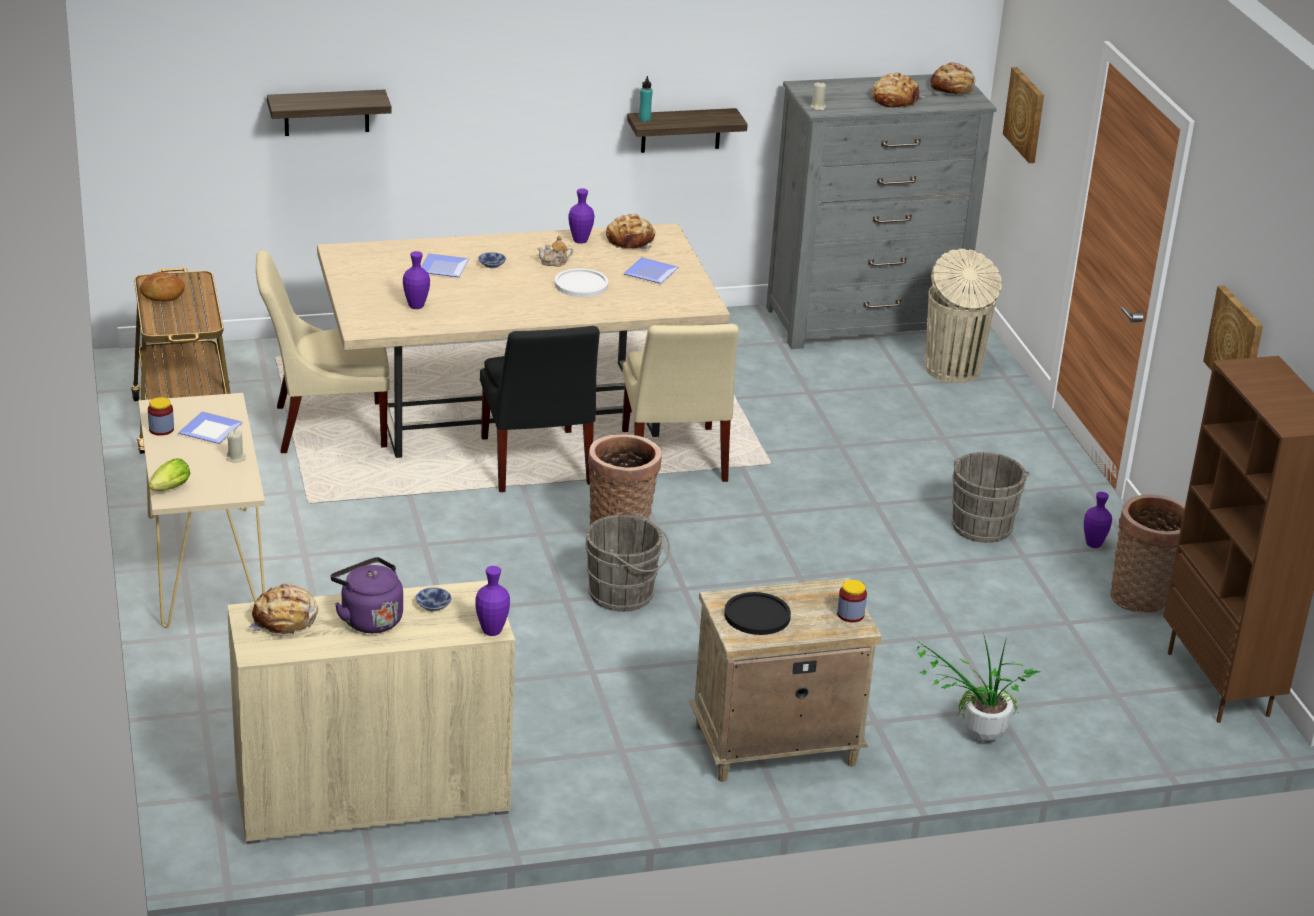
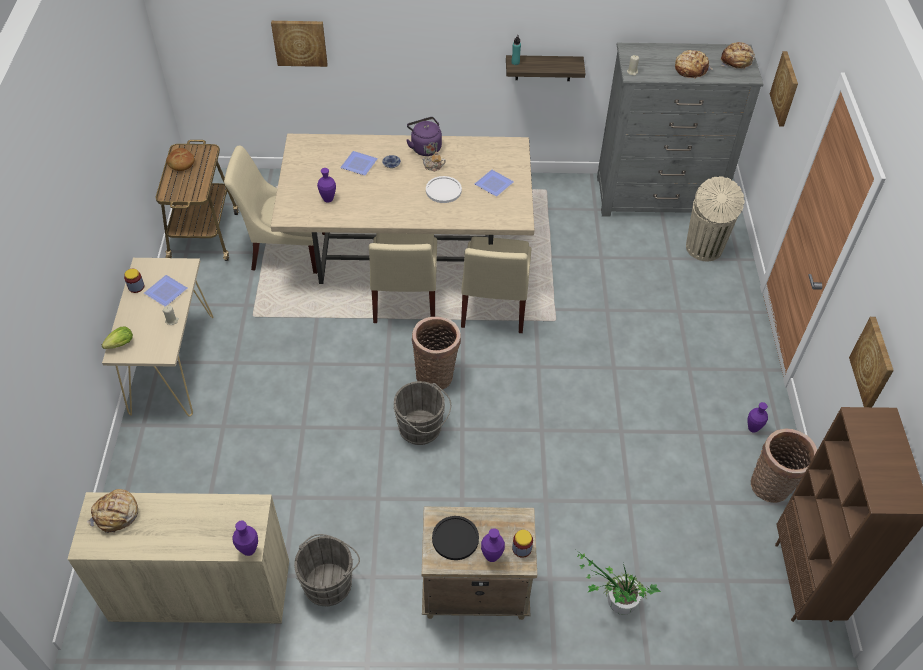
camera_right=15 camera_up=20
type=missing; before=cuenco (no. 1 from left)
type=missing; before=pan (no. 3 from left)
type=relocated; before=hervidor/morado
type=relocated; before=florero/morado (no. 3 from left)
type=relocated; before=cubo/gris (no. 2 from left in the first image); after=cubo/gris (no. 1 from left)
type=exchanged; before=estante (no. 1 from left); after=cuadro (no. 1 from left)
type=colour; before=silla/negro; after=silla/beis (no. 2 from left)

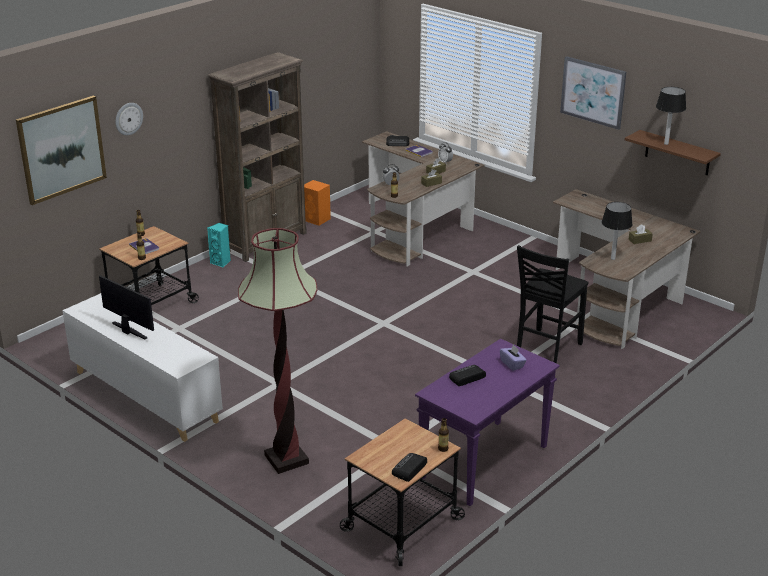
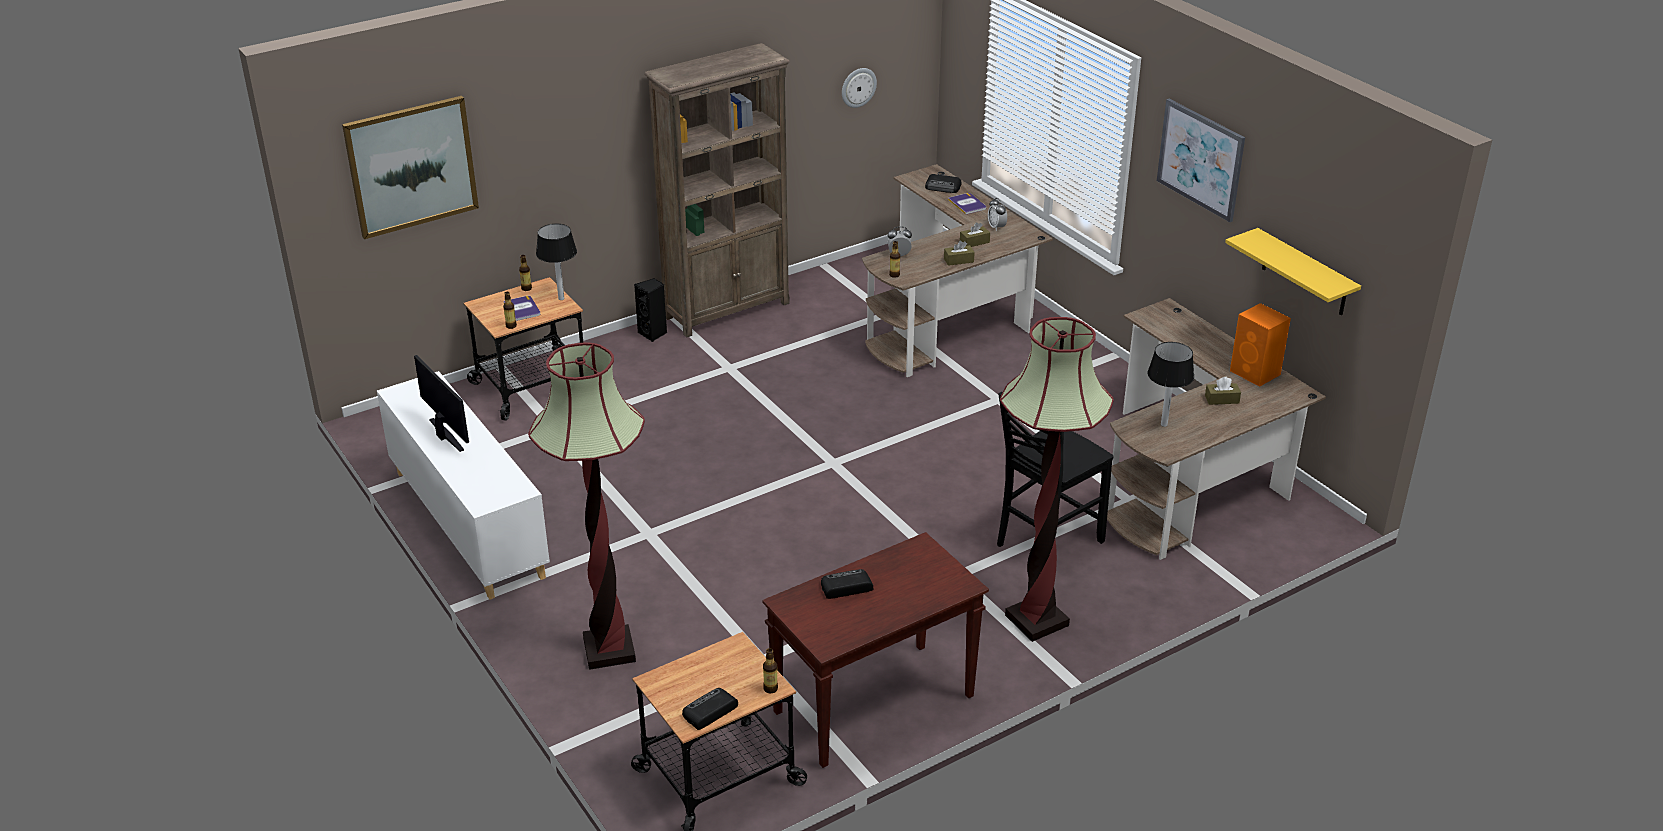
camera_right=15 camera_up=5
type=missing; before=caja de pañuelos/morado
type=appeared; after=lámpara de pie (no. 2 from left)
type=relocated; before=reloj de pared
type=relocated; before=altavoz/naranja
type=relocated; before=lámpara de mesa (no. 2 from left in the first image); after=lámpara de mesa (no. 1 from left)
type=colour; before=altavoz/turquesa; after=altavoz/negro
type=colour; before=mesa consola/morado; after=mesa consola/marrón
type=colour; before=estante/marrón; after=estante/amarillo

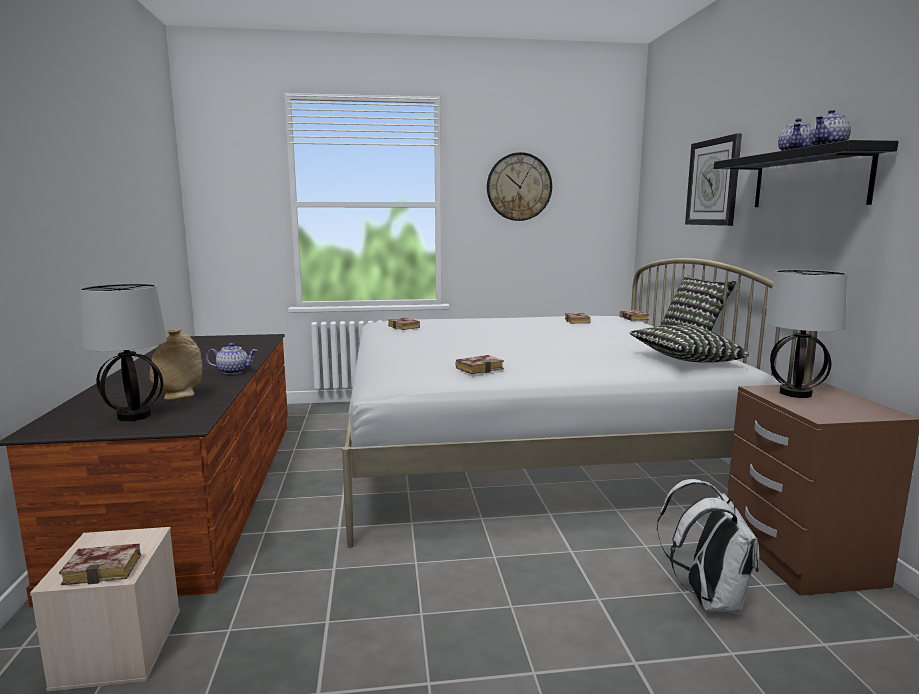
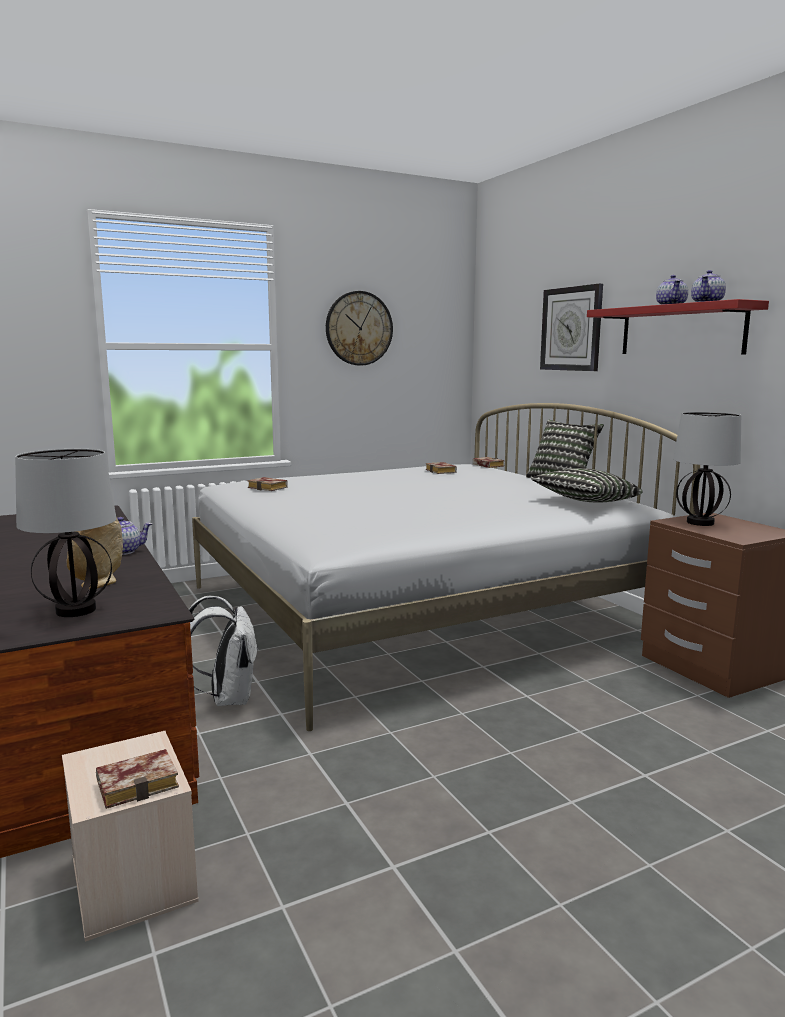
camera_right=-20 camera_up=0
type=missing; before=libro (no. 3 from left)
type=relocated; before=mochila/blanco
type=colour; before=estante/negro; after=estante/rojo

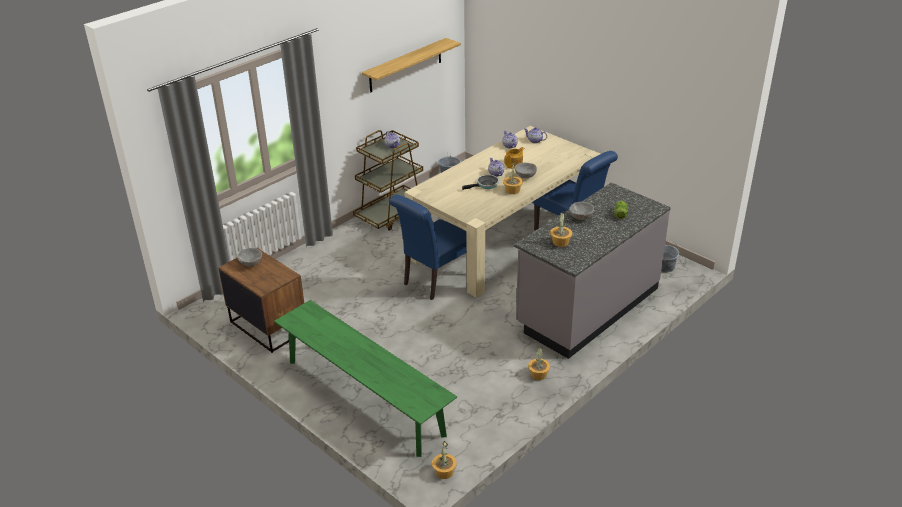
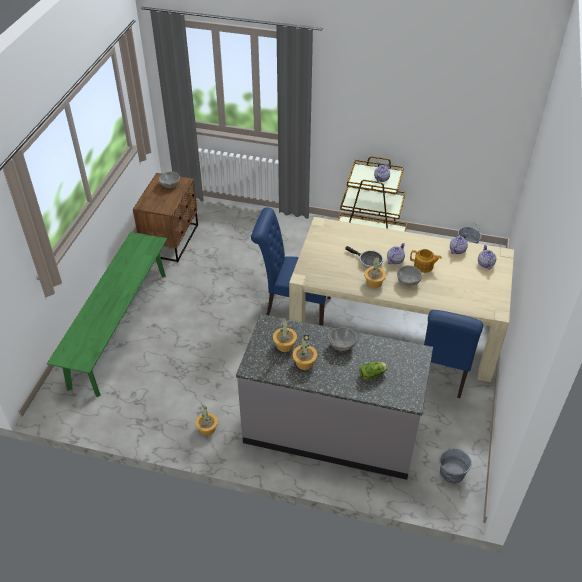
camera_right=60 camera_up=10
type=missing; before=estante
type=relocated; before=planta en maceta (no. 1 from left in the first image); after=planta en maceta (no. 3 from left)

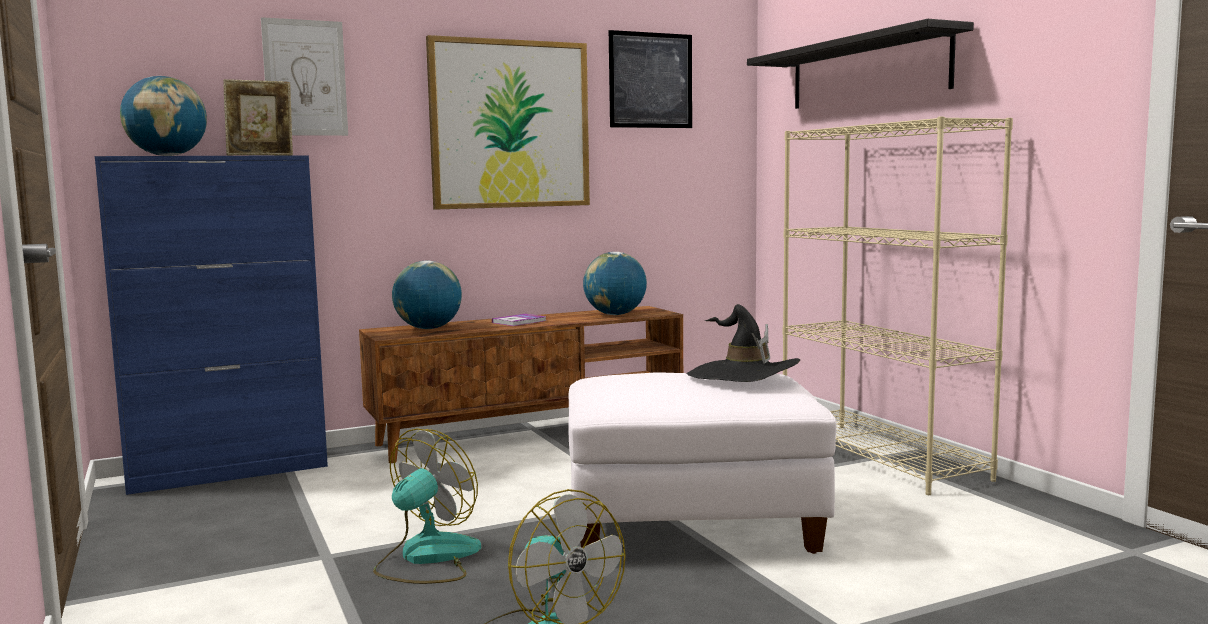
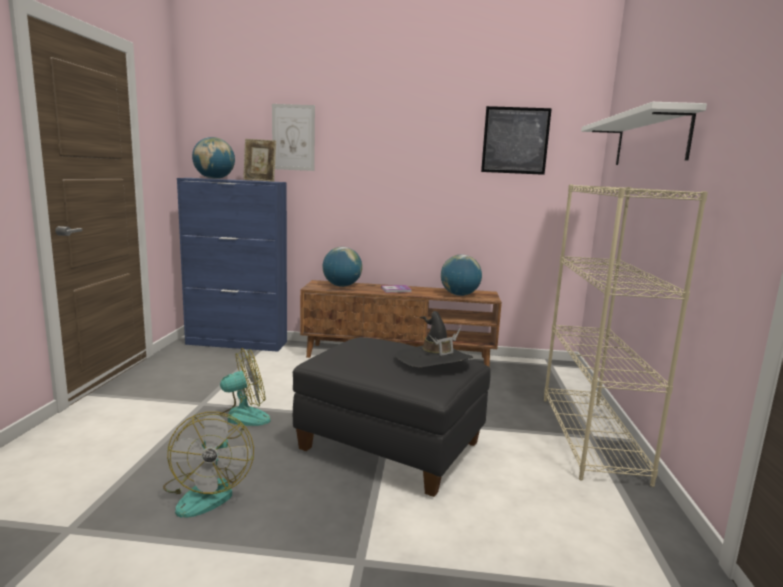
camera_right=30 camera_up=5
type=missing; before=cuadro (no. 2 from left)
type=colour; before=puf/blanco; after=puf/negro
type=colour; before=estante/negro; after=estante/blanco

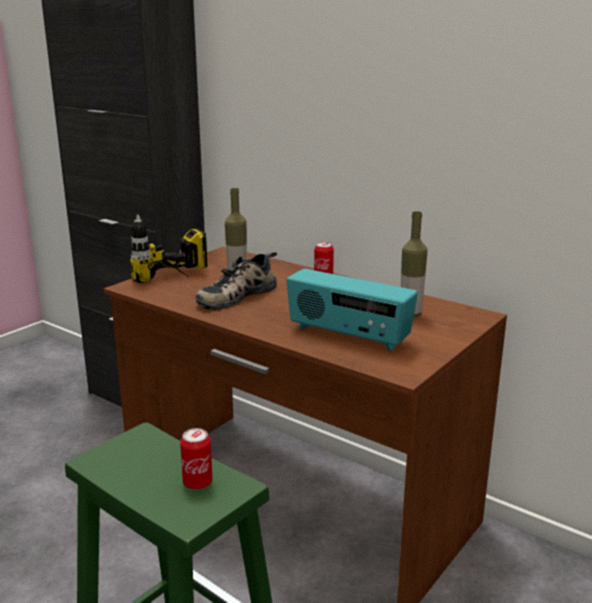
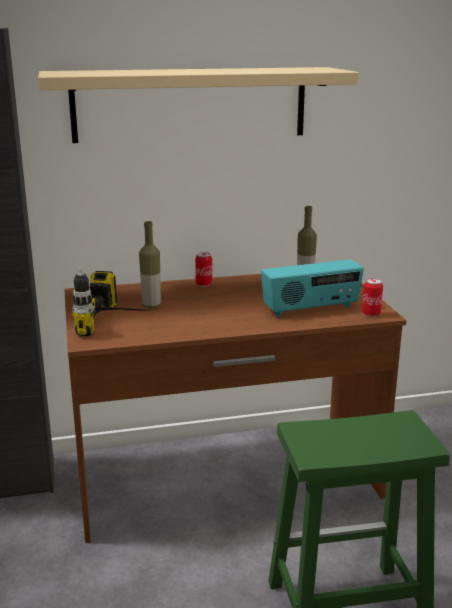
camera_right=-50 camera_up=0
type=missing; before=zapato
type=appeared; after=estante/beis
type=relocated; before=lata (no. 1 from left in the first image); after=lata (no. 2 from left)

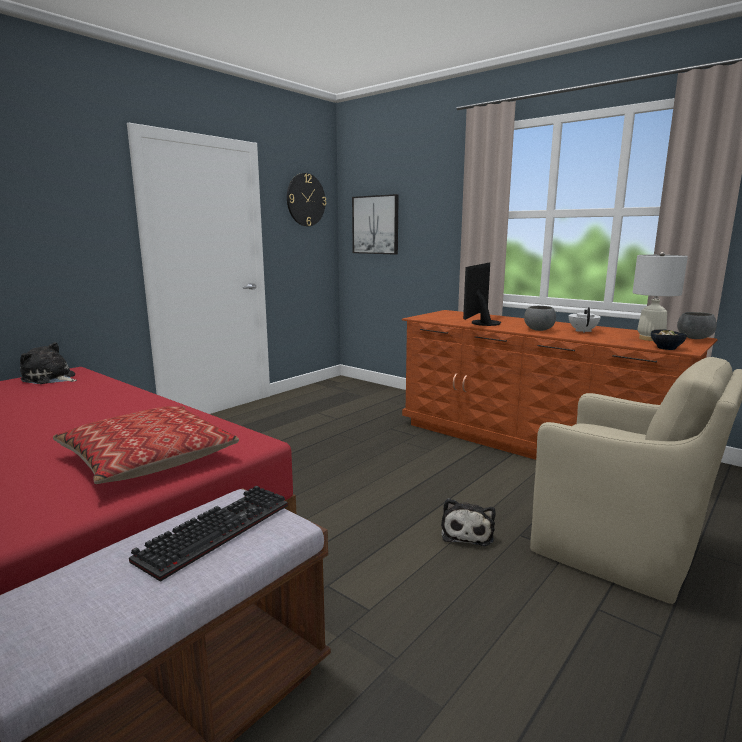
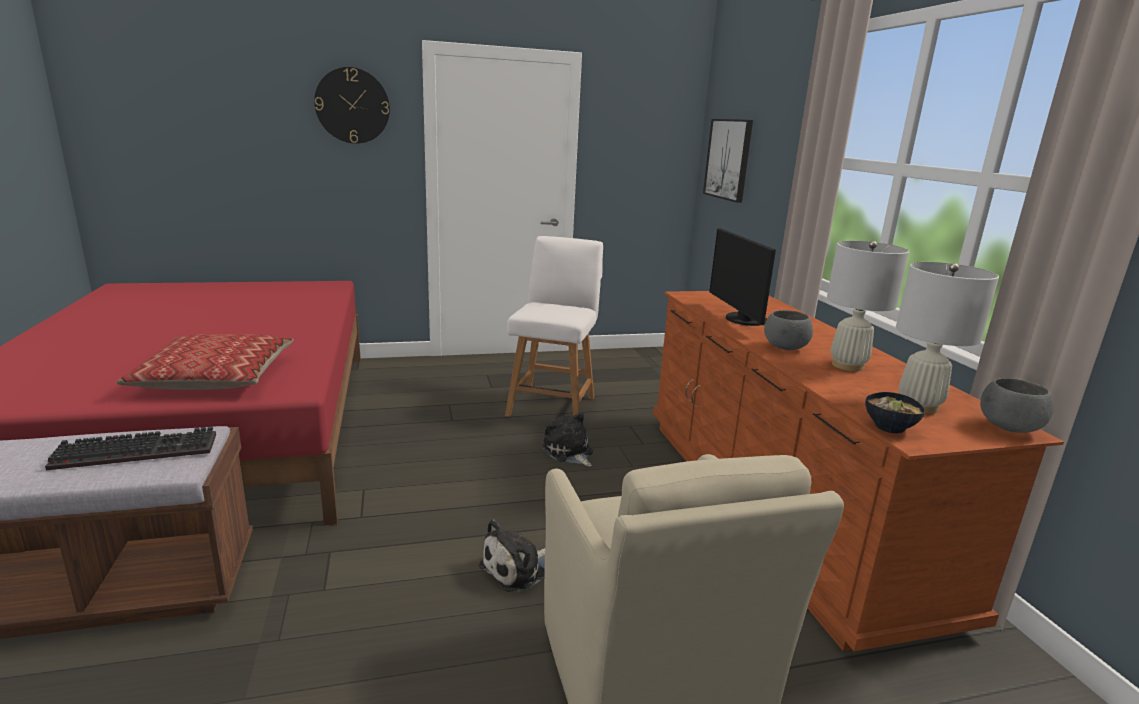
camera_right=35 camera_up=5
type=appeared; after=silla/blanco
type=relocated; before=peluche (no. 1 from left in the first image); after=peluche (no. 2 from left)
type=relocated; before=reloj de pared
type=exchanged; before=tetera/blanco; after=lámpara de mesa/blanco (no. 1 from left)
type=spun; before=monitor; turn=-75

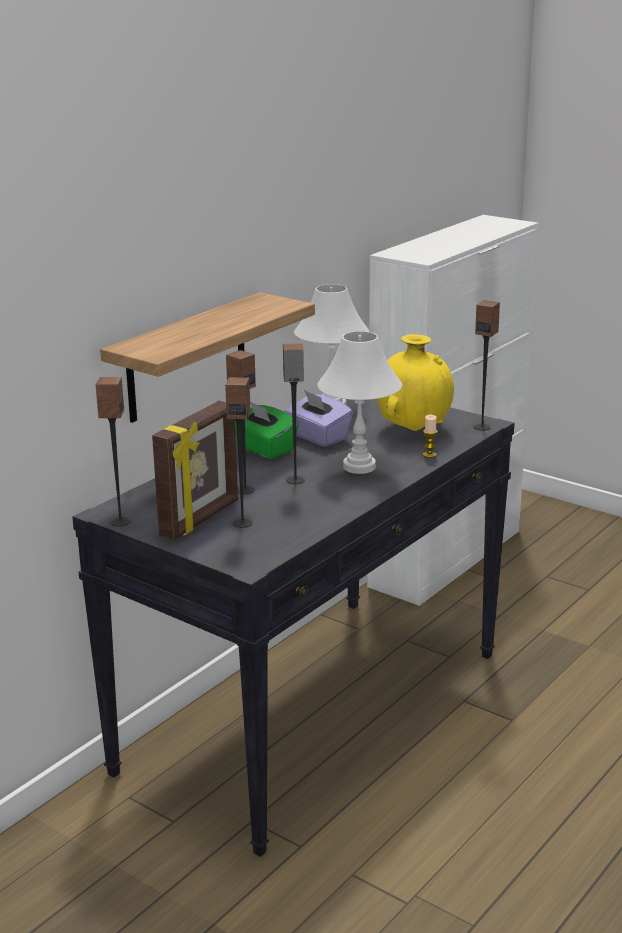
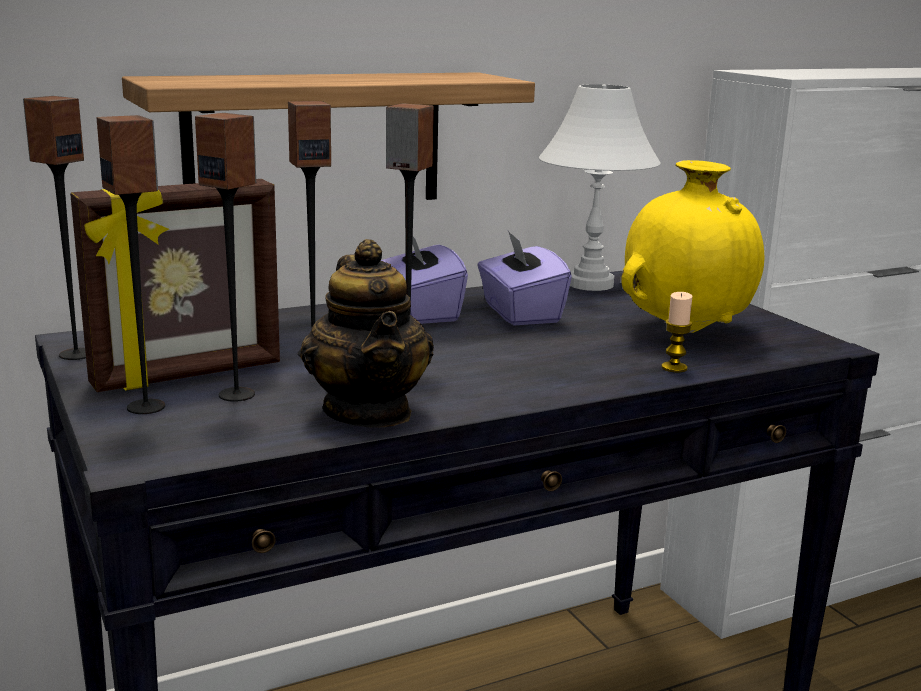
camera_right=25 camera_up=-5
type=missing; before=lámpara de mesa/blanco (no. 2 from left)
type=appeared; after=tetera
type=relocated; before=altavoz (no. 5 from left in the first image); after=altavoz (no. 2 from left)
type=colour; before=caja de pañuelos/verde; after=caja de pañuelos/morado (no. 1 from left)

